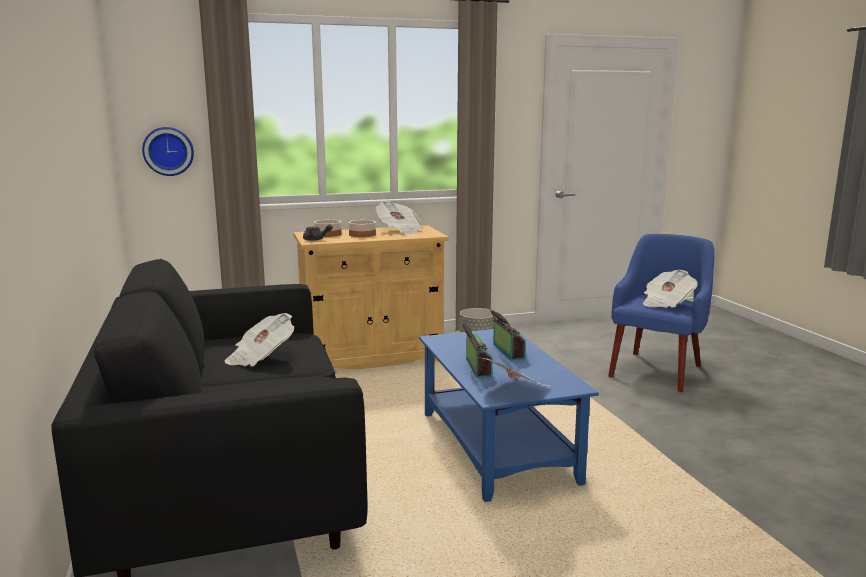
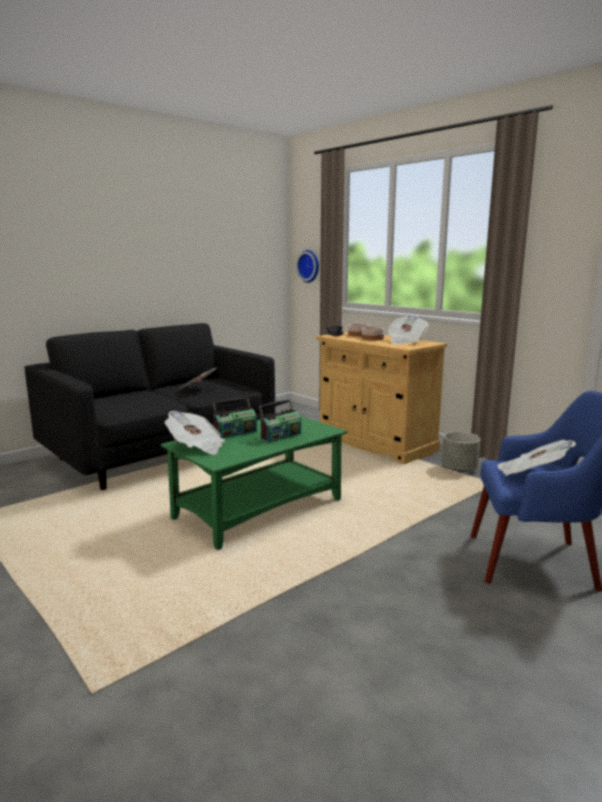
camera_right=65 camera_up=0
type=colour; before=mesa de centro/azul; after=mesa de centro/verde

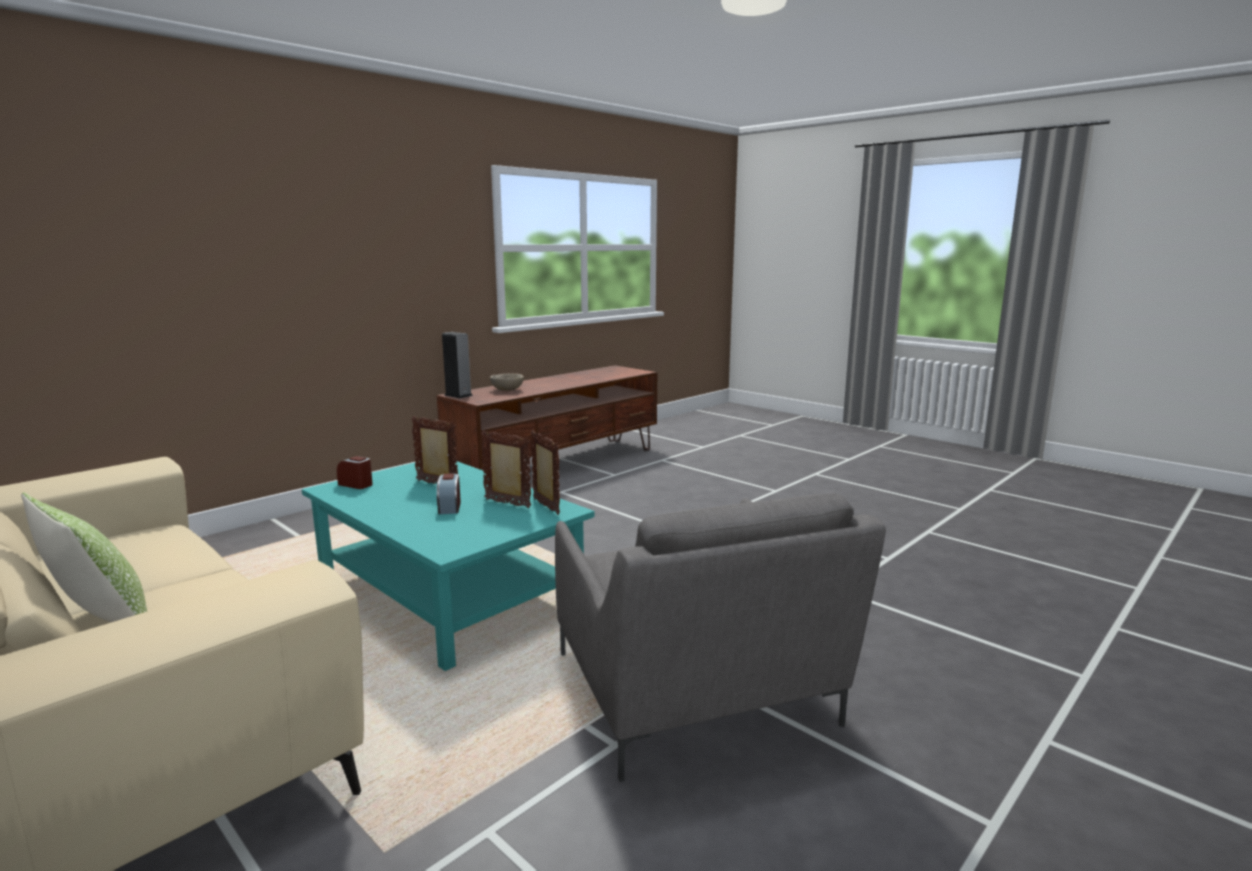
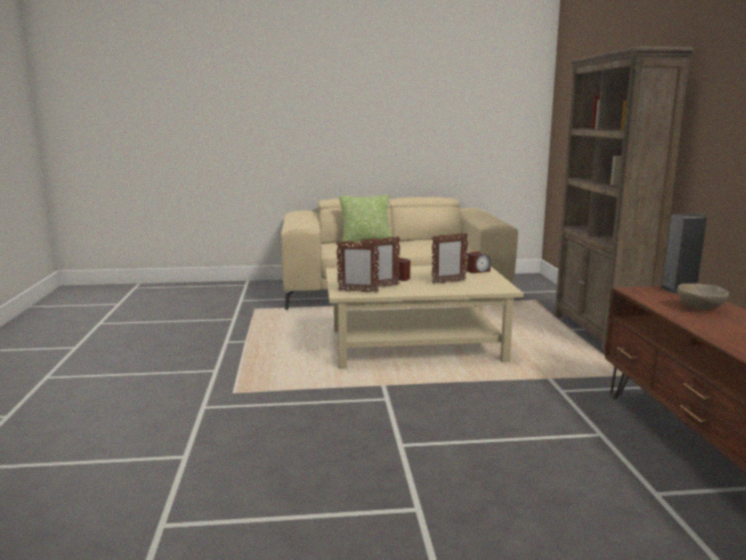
camera_right=130 camera_up=0
type=missing; before=sillón/gris
type=appeared; after=estantería/marrón
type=colour; before=mesa de centro/turquesa; after=mesa de centro/beis

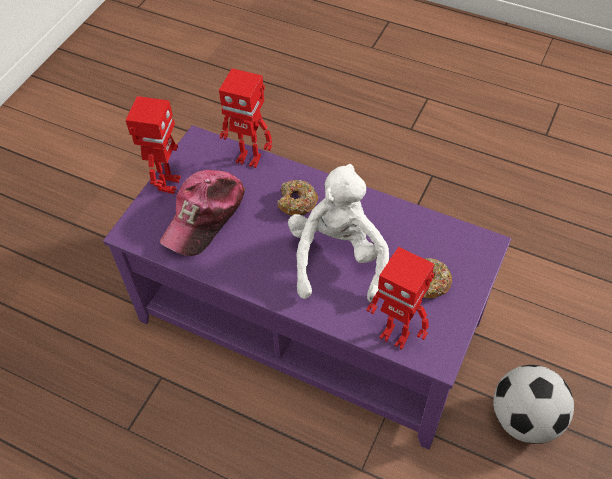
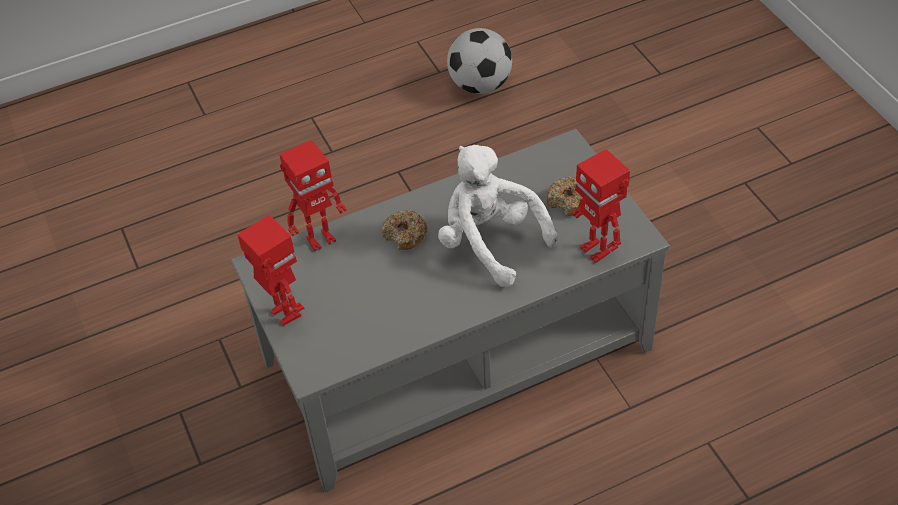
camera_right=-50 camera_up=-5
type=missing; before=gorra
type=relocated; before=balón de fútbol
type=colour; before=mesa de centro/morado; after=mesa de centro/gris
type=spun; before=robot de juguete (no. 3 from left); turn=75

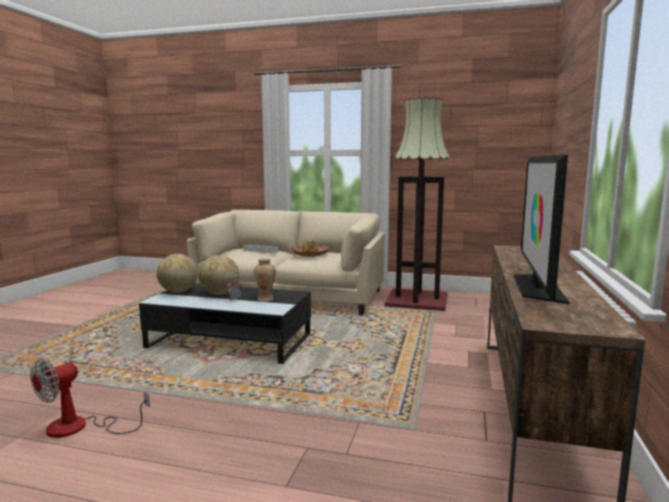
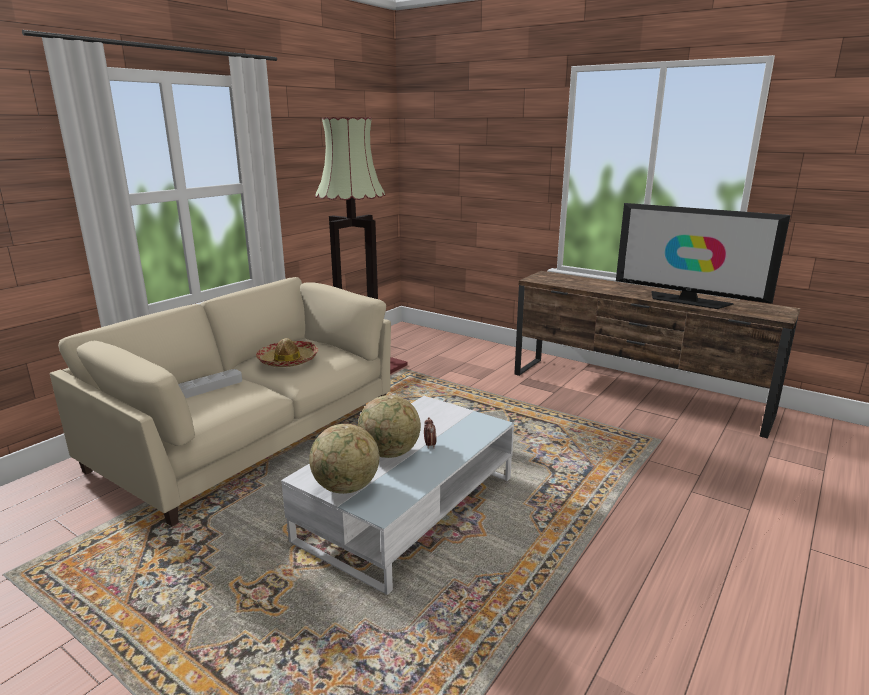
camera_right=-70 camera_up=10
type=missing; before=ventilador
type=missing; before=florero
type=colour; before=mesa de centro/negro; after=mesa de centro/blanco

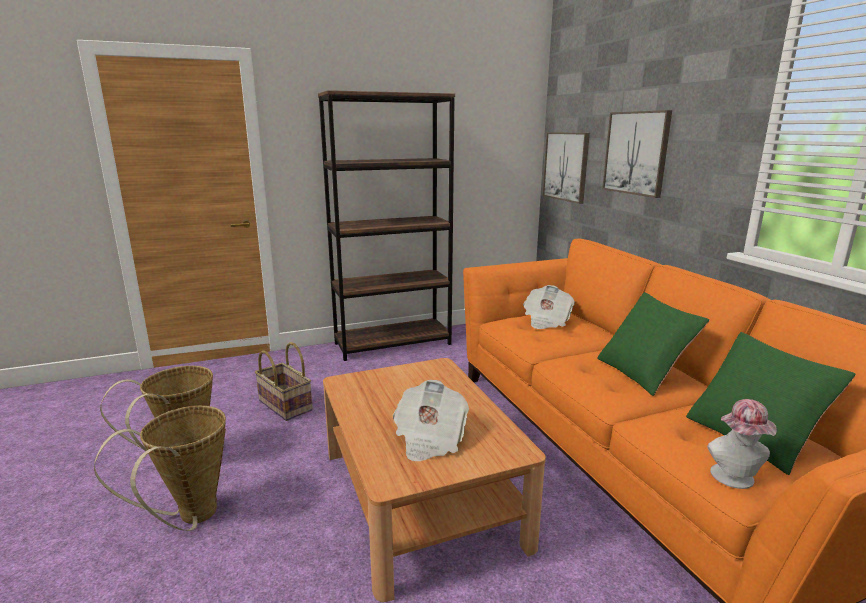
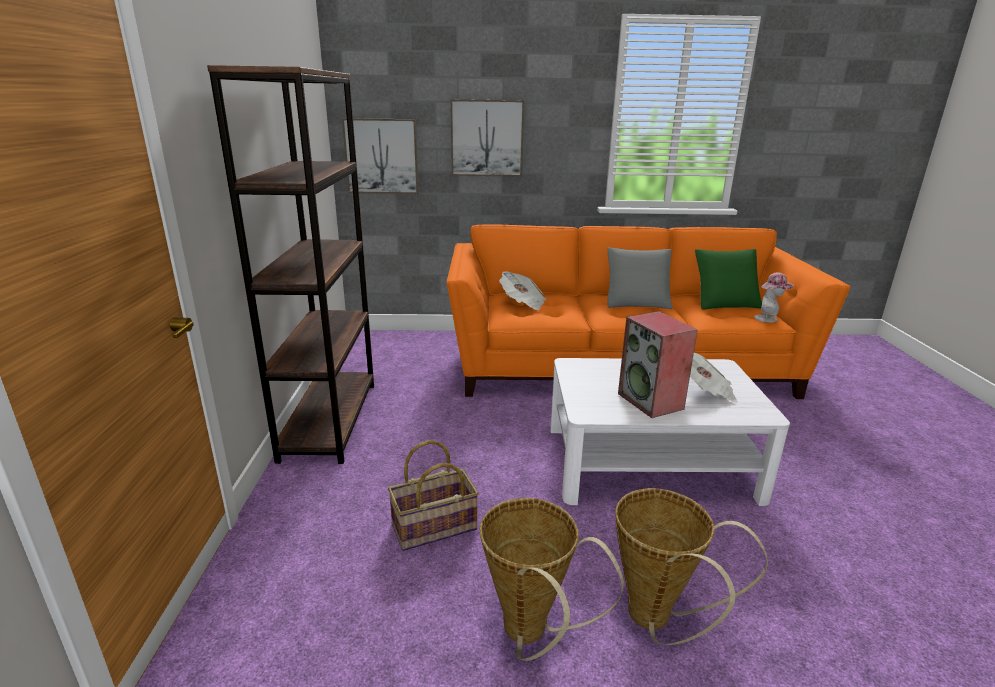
camera_right=-70 camera_up=5
type=appeared; after=altavoz
type=colour; before=mesa de centro/marrón; after=mesa de centro/blanco
type=colour; before=cojín/verde (no. 1 from left); after=cojín/gris

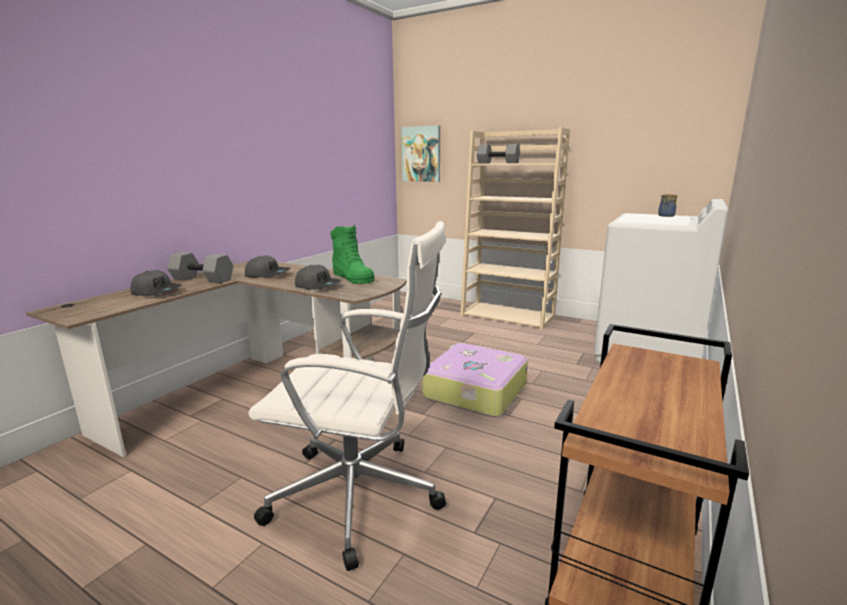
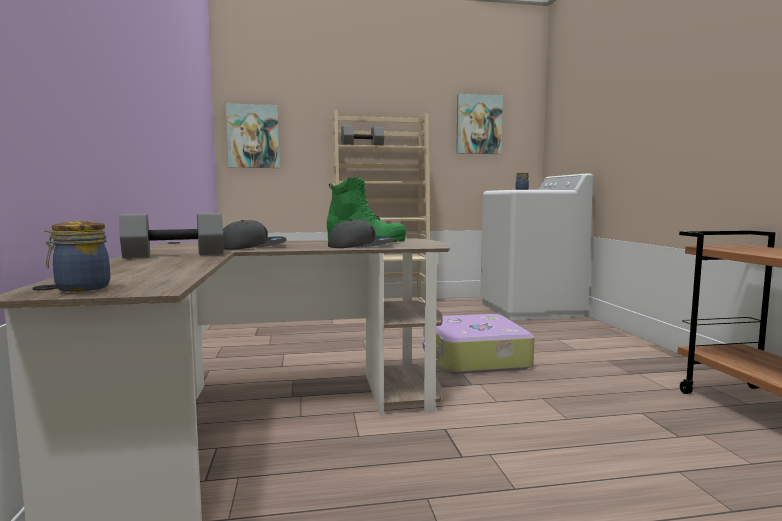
camera_right=-40 camera_up=-10
type=missing; before=gorra/gris (no. 1 from left)
type=missing; before=silla de oficina/blanco
type=appeared; after=tarro (no. 1 from left)
type=appeared; after=cuadro (no. 2 from left)

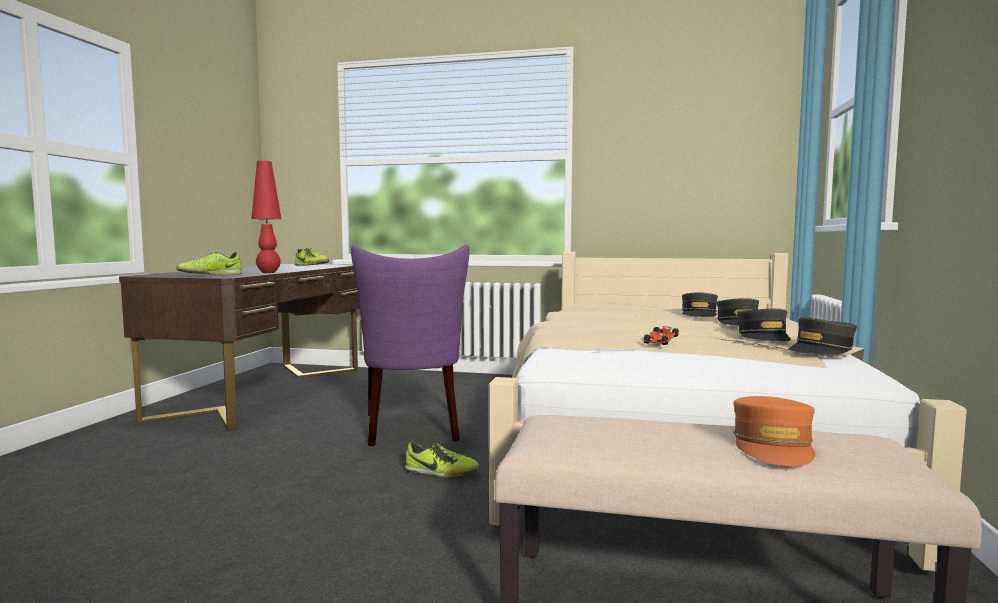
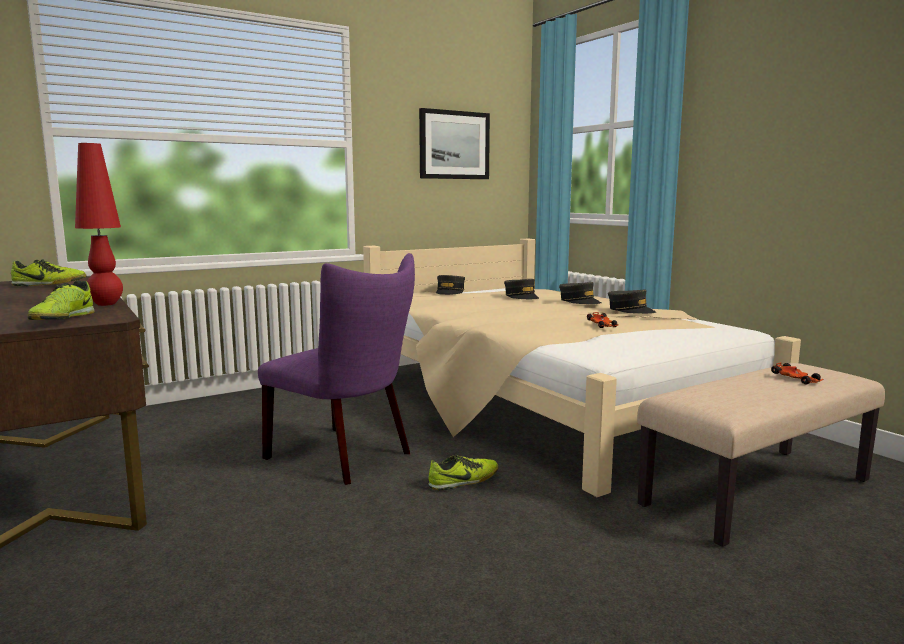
camera_right=-45 camera_up=5
type=appeared; after=cuadro
type=relocated; before=gorra/gris (no. 4 from left in the first image); after=gorra/gris (no. 1 from left)
type=exchanged; before=gorra/naranja; after=coche de juguete (no. 2 from left)

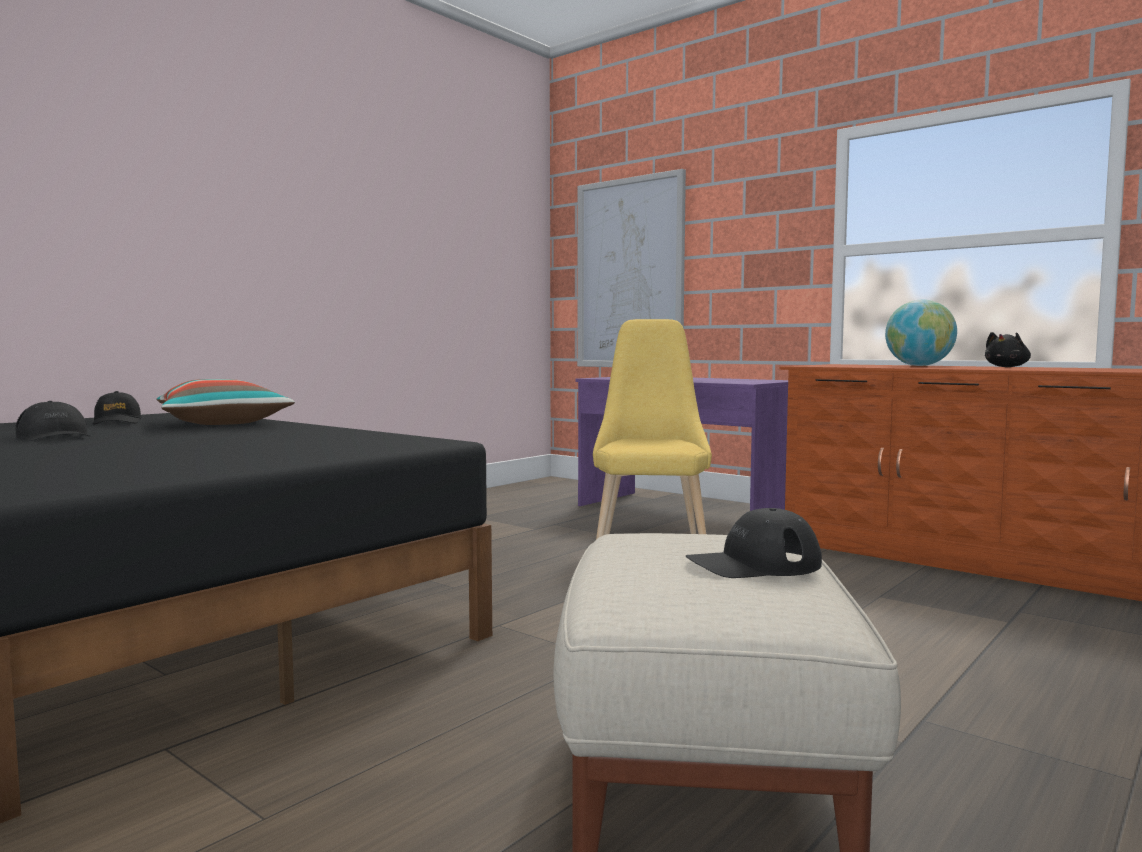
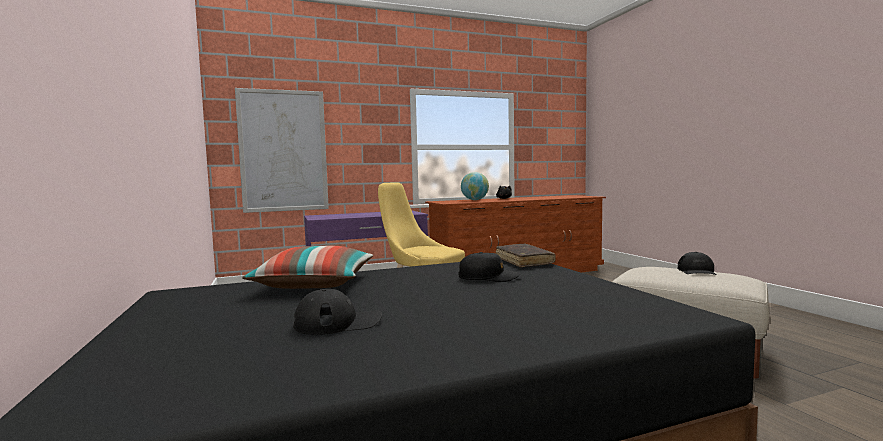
camera_right=-60 camera_up=0
type=appeared; after=libro/marrón
type=relocated; before=gorra/negro (no. 2 from left)

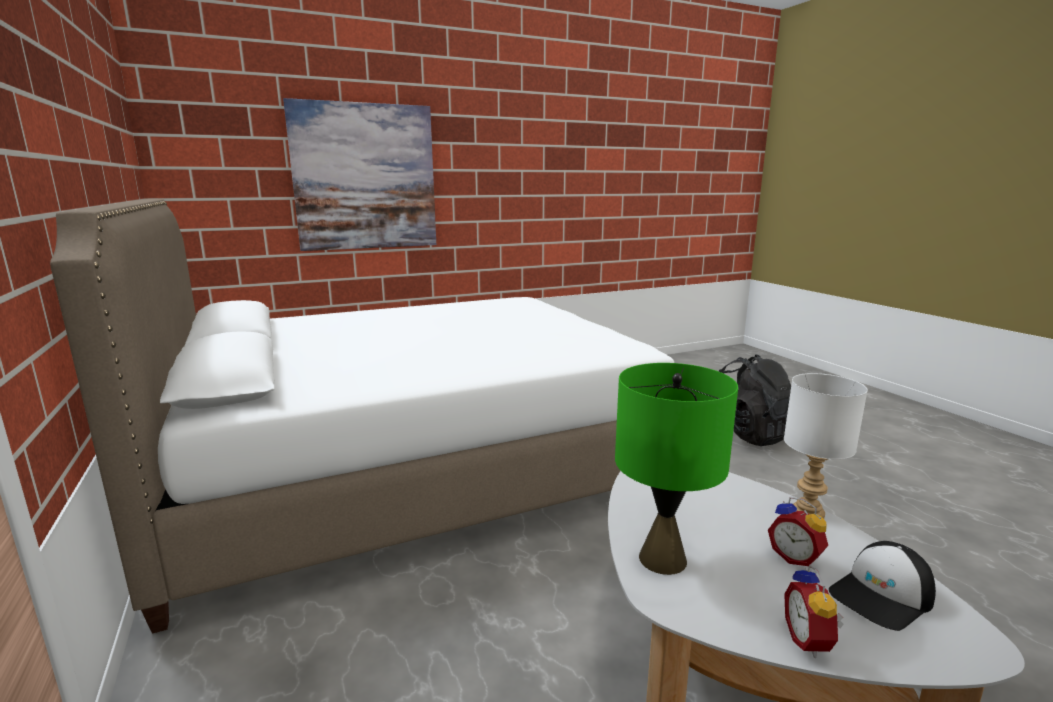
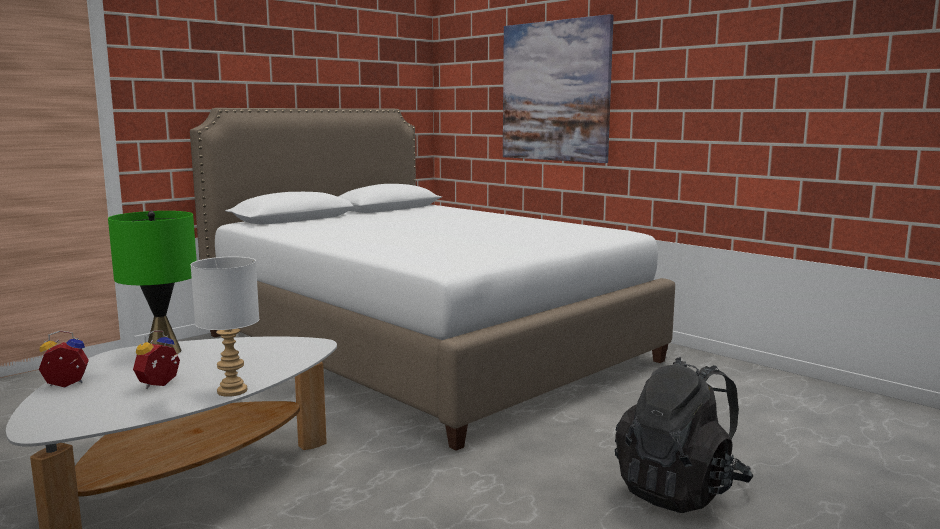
camera_right=70 camera_up=-5
type=missing; before=gorra

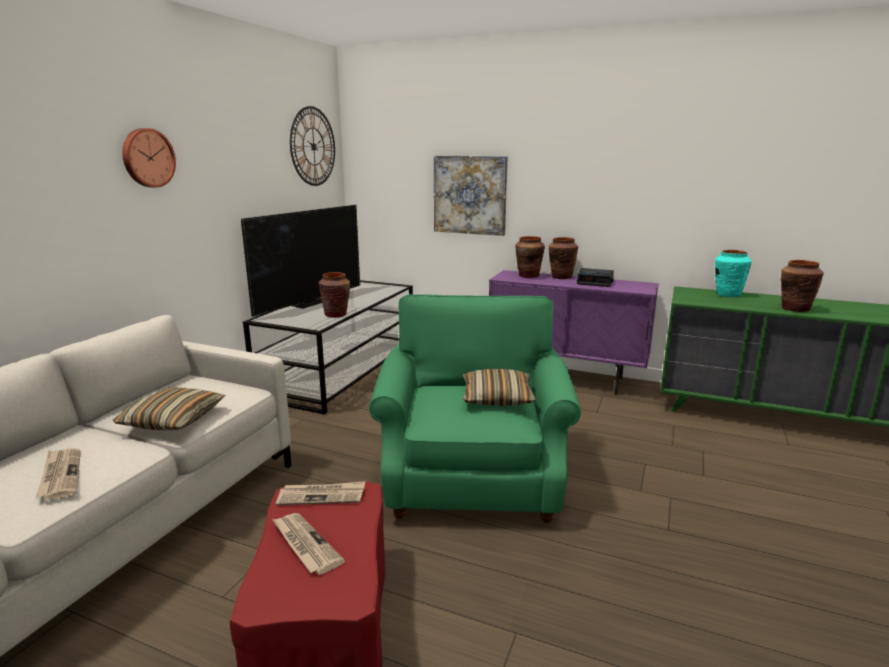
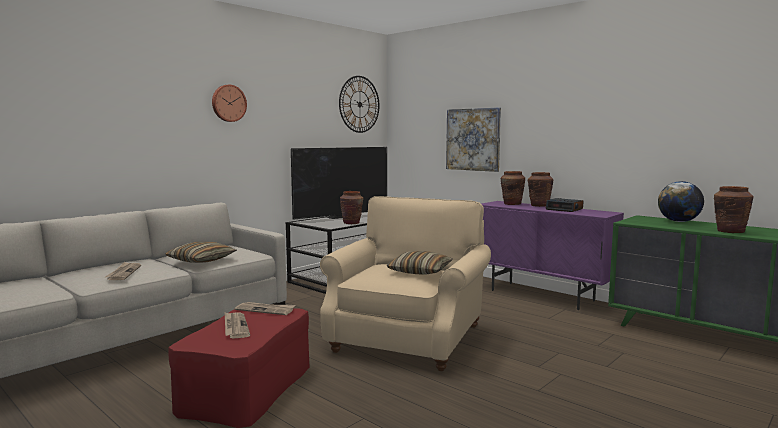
camera_right=20 camera_up=-10
type=exchanged; before=florero/turquesa; after=globo terráqueo
type=colour; before=sillón/verde; after=sillón/beis

